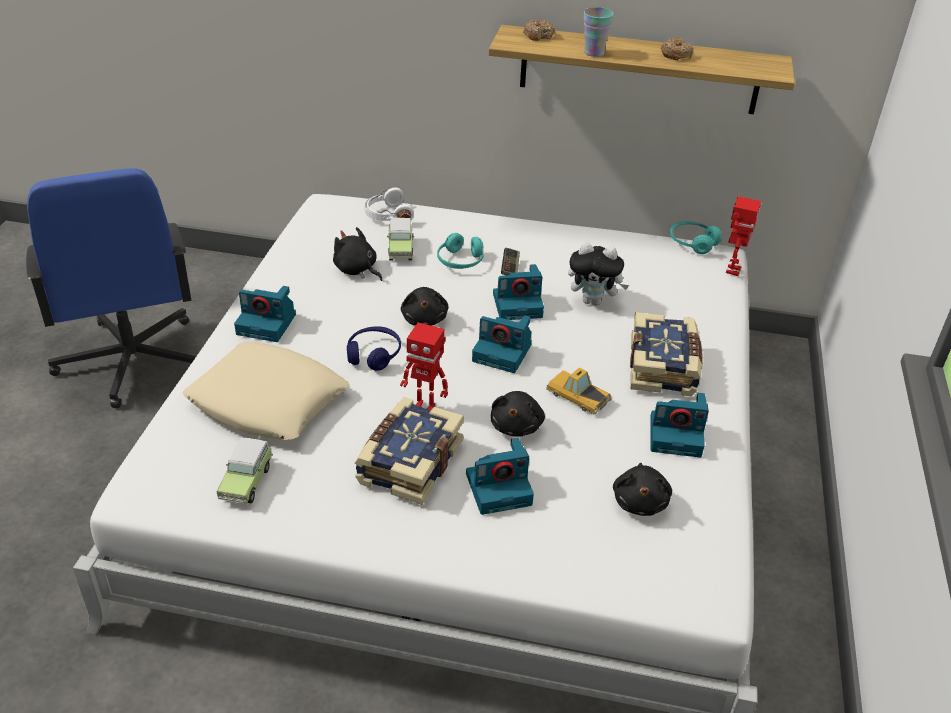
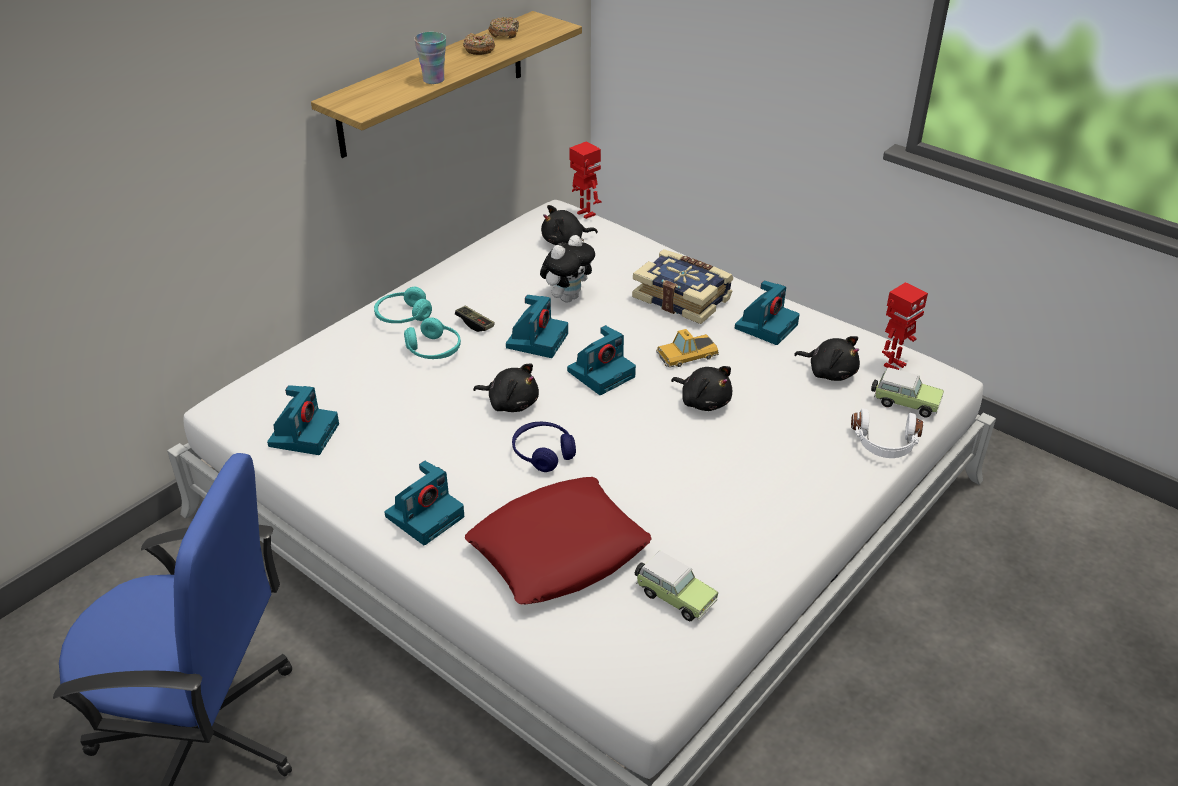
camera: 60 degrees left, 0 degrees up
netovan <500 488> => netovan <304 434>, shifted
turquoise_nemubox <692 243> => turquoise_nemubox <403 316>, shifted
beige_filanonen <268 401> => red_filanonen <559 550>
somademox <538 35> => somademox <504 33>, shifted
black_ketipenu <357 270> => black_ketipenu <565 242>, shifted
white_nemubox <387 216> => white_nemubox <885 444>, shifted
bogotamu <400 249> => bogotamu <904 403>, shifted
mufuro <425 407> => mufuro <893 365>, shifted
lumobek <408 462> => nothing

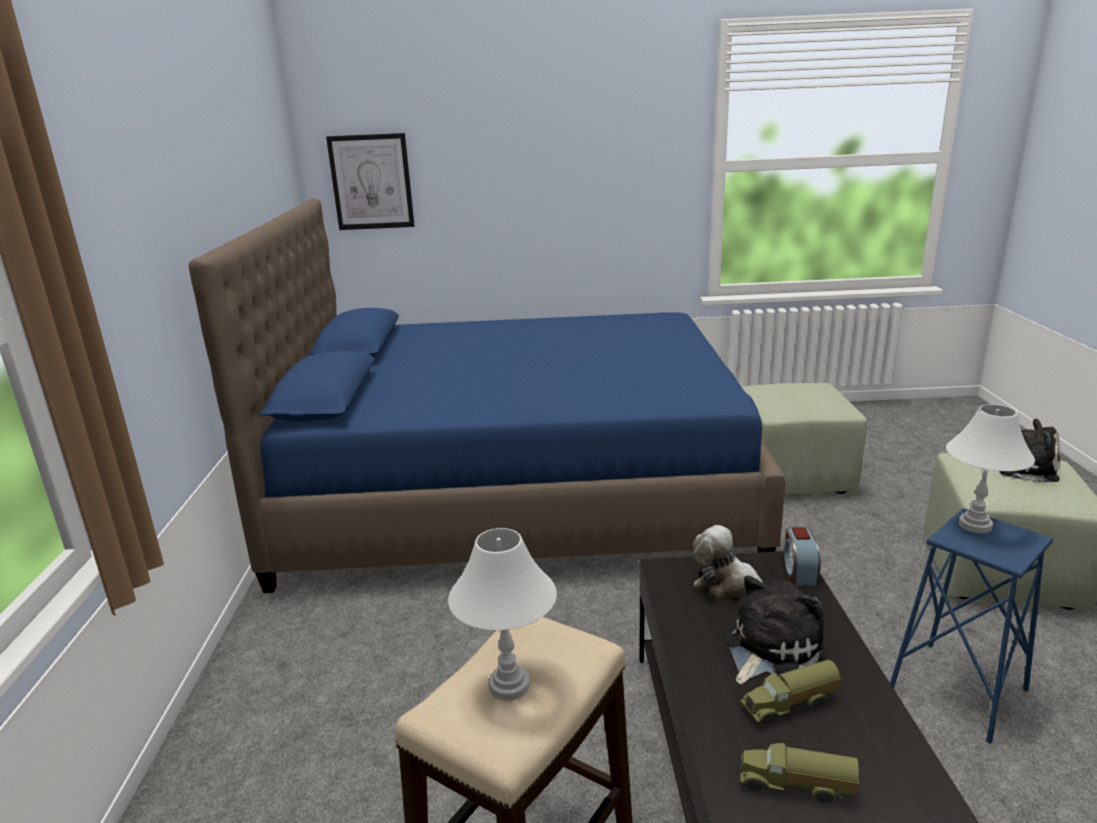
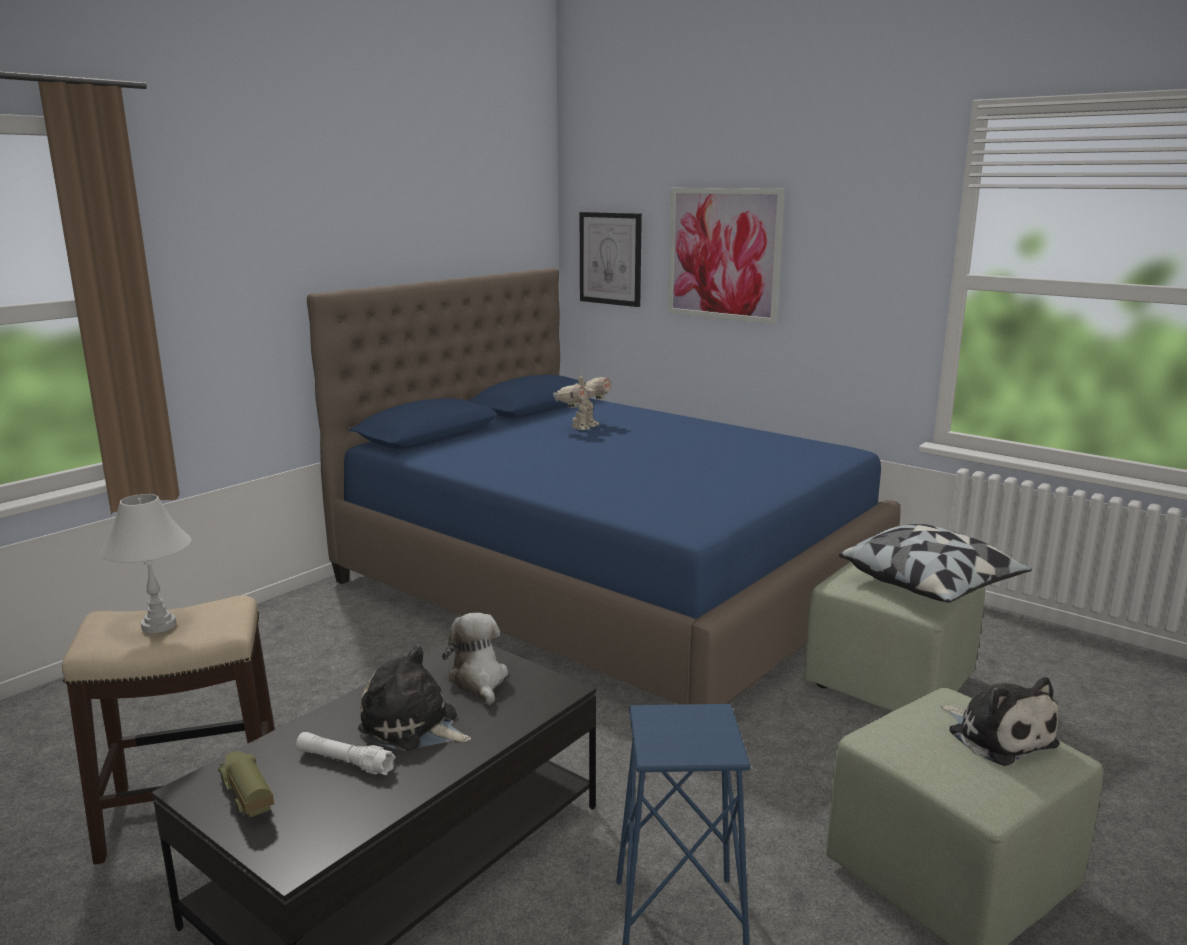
camera: 40 degrees right, 5 degrees down
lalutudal <790 706> => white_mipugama <345 762>
ketipenu <769 648> => ketipenu <413 727>, 150 degrees counterclockwise
nothing => mufuro <583 427>
nothing => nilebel <723 254>
nothing => filanonen <931 585>
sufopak <799 572> => nothing
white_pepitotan <974 525> => nothing

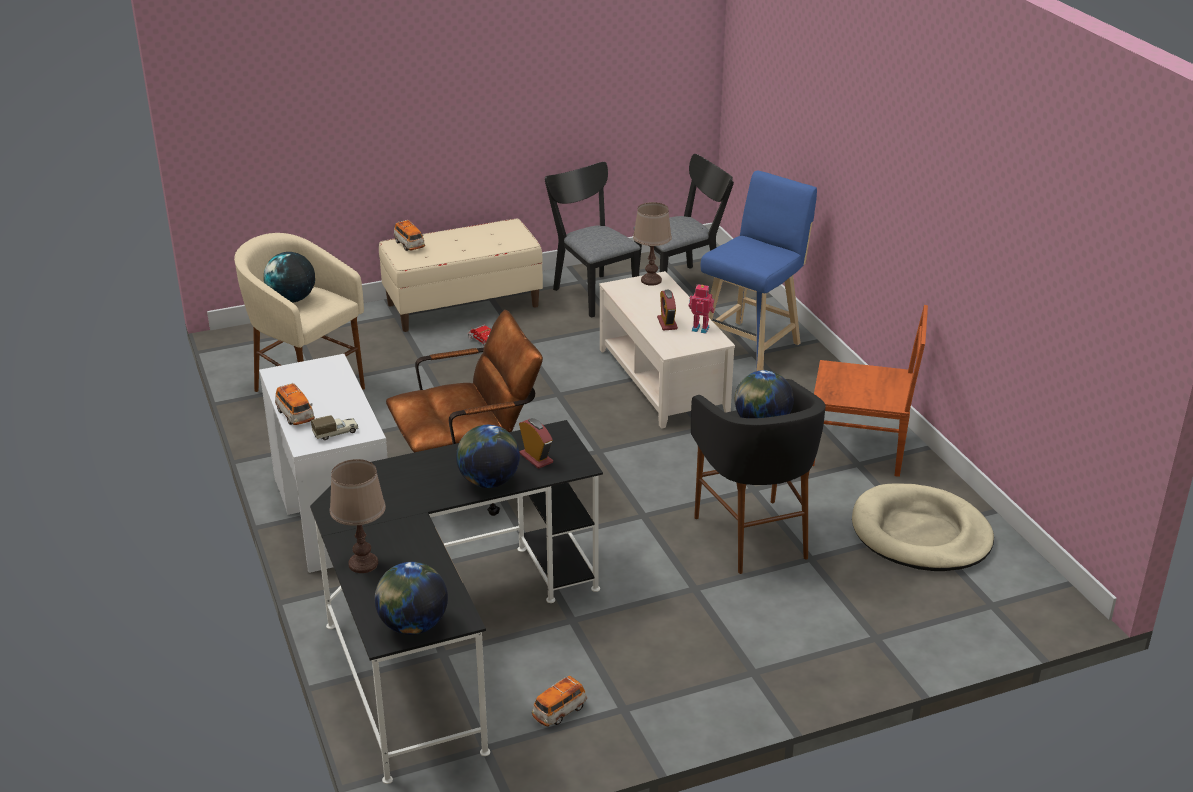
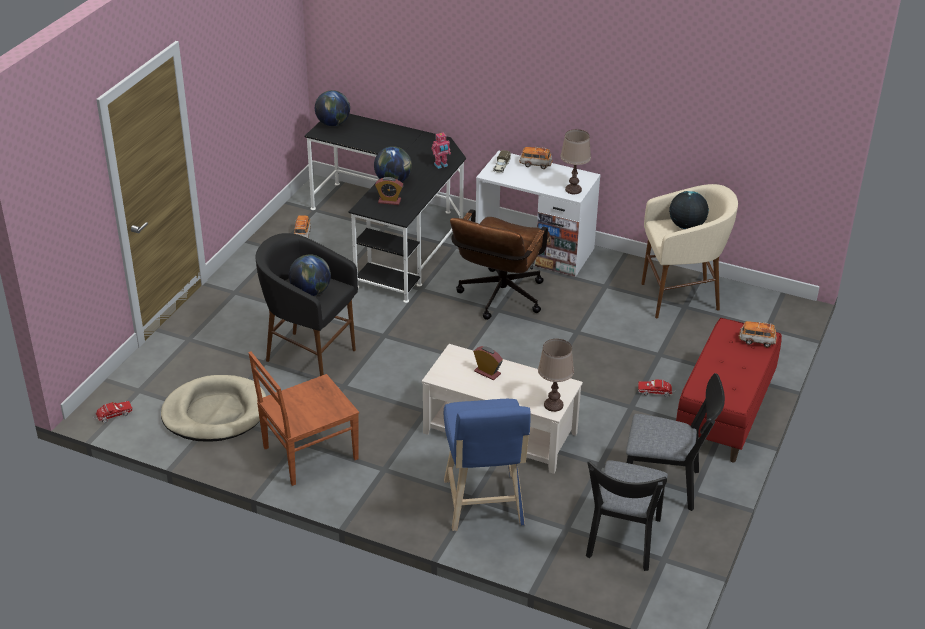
camera: 135 degrees right, 5 degrees up
nothing => lalutudal <113 416>
mufuro <700 328> => mufuro <441 165>, shifted
brown_pepitotan <363 564> => brown_pepitotan <573 190>, shifted
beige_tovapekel <463 305> => red_tovapekel <725 414>

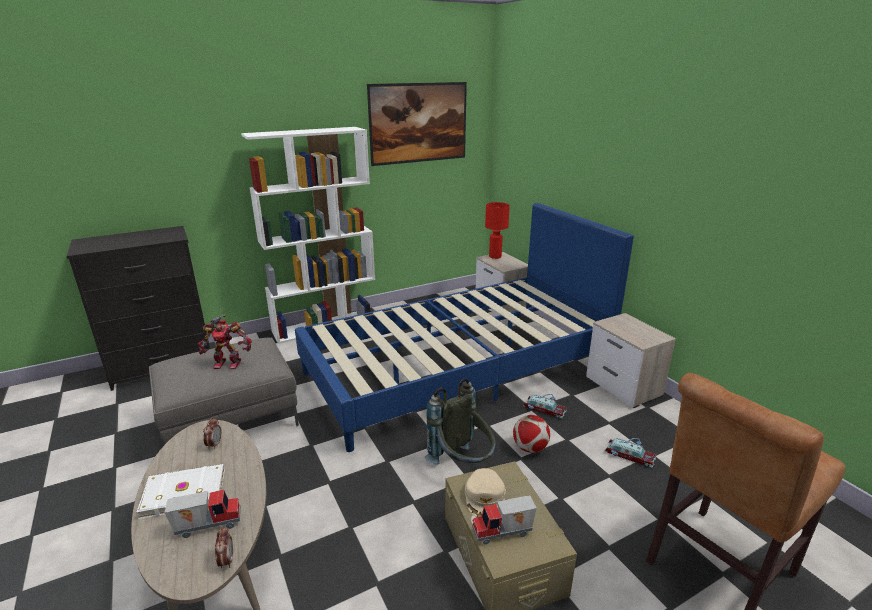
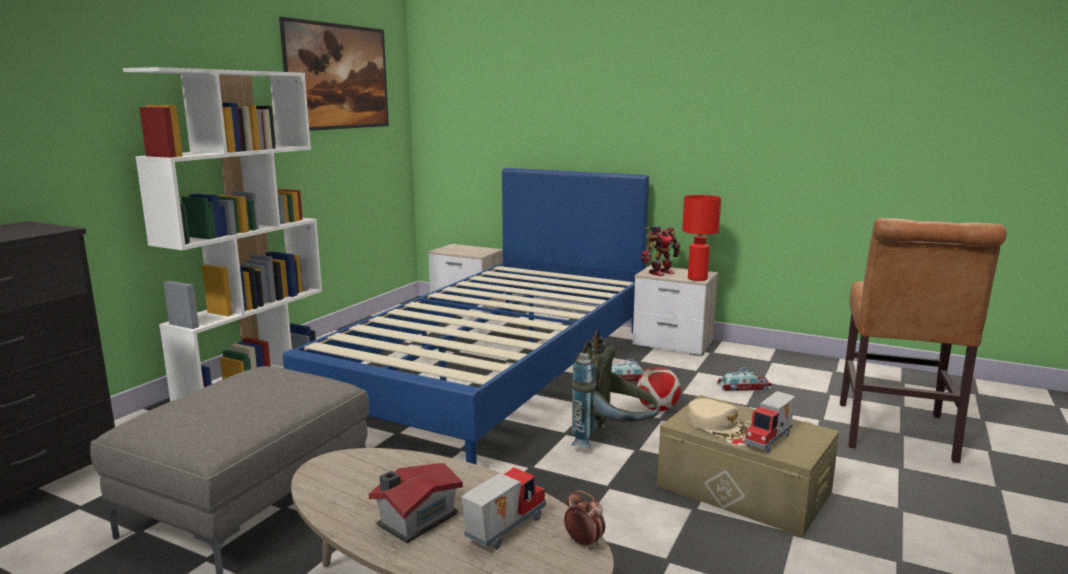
camera: 35 degrees left, 10 degrees down
white_lumobek <184 492> => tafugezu <414 520>
mufuro <228 363> => mufuro <660 272>, shifted
red_pepitotan <495 256> => red_pepitotan <698 279>, shifted
sufopak <214 444> => nothing

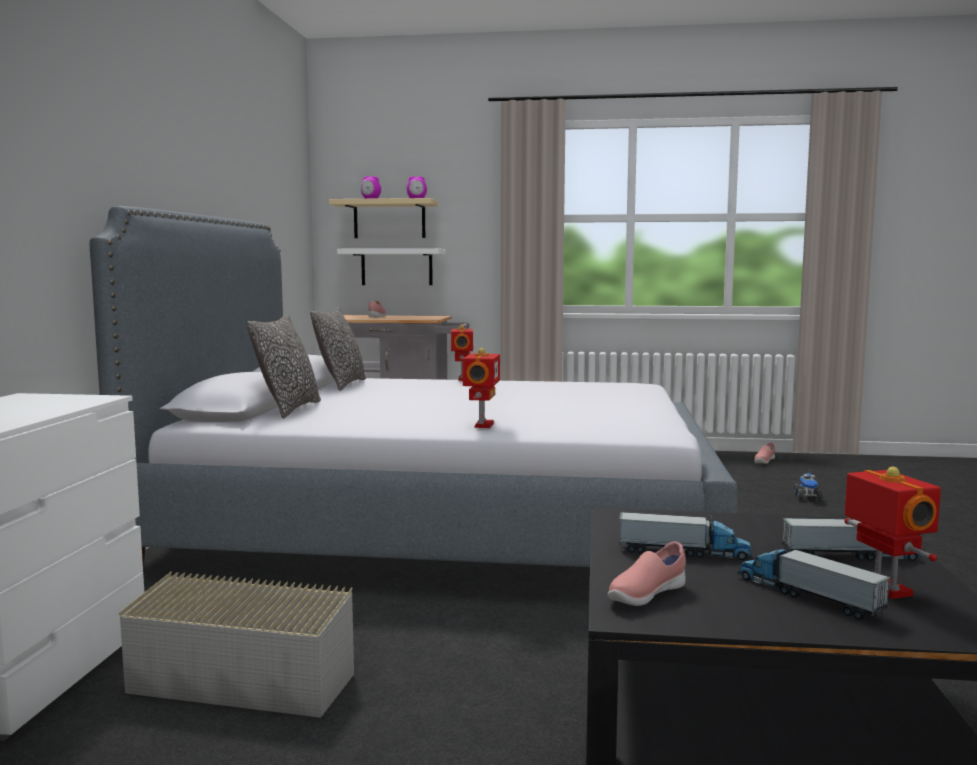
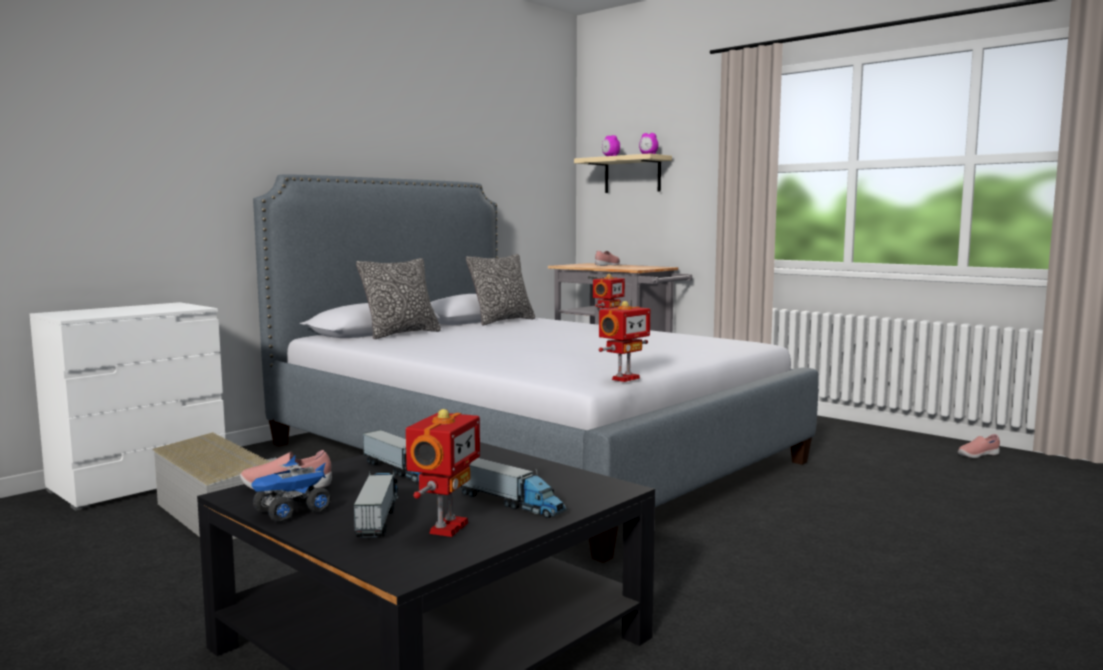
camera: 35 degrees right, 0 degrees up
lalutudal <808 498> => lalutudal <291 512>, shifted
mufuro <482 425> => mufuro <624 378>, shifted
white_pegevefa <396 267> => nothing

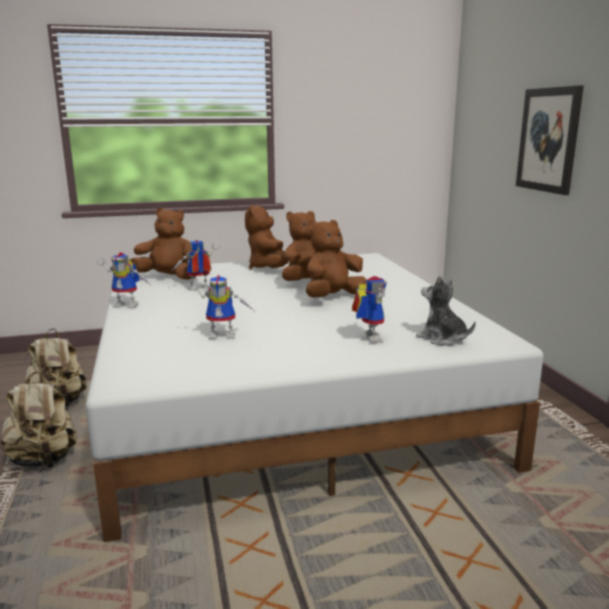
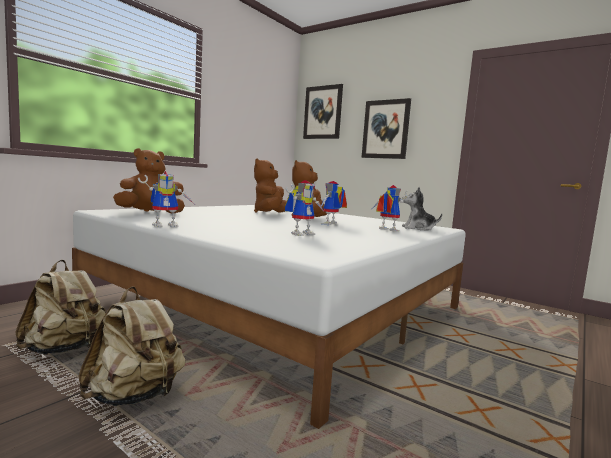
camera: 40 degrees left, 10 degrees down
nothing => nilebel <323 112>
mufuro <197 289> => mufuro <331 224>, shifted
brown_ketipenu <268 268> => nothing

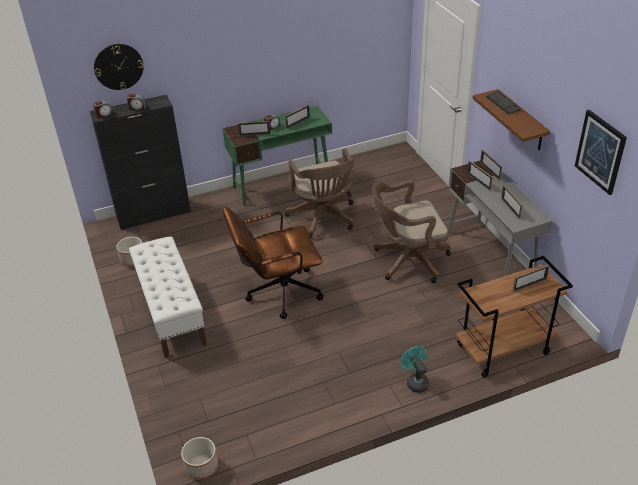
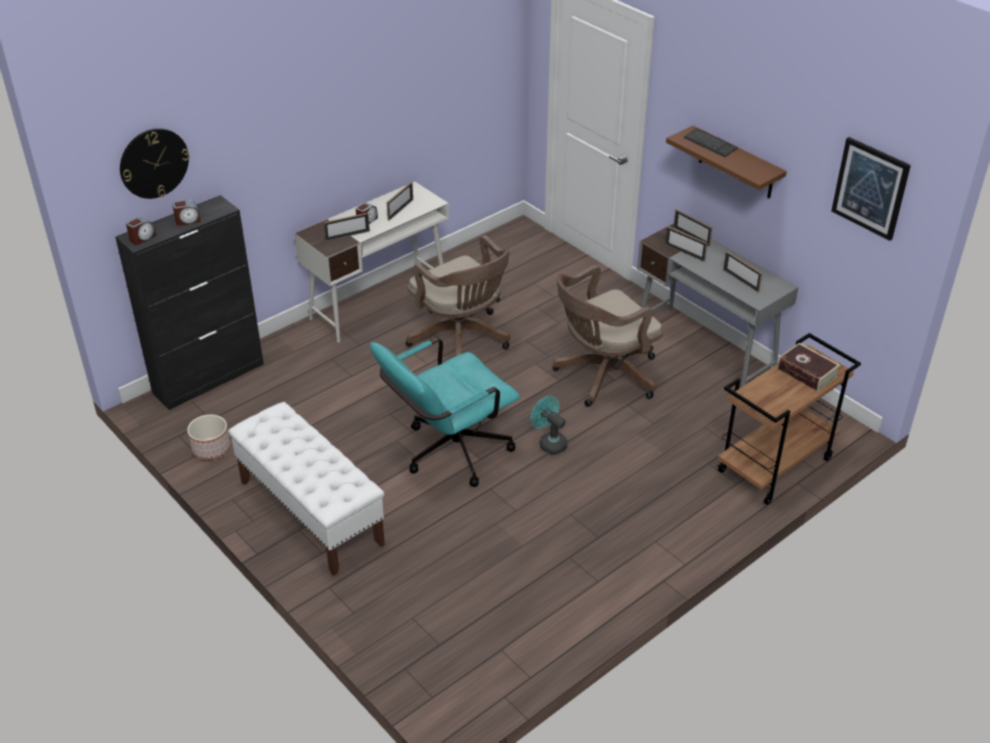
camera: 20 degrees left, 0 degrees up
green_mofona <282 184> => white_mofona <379 303>
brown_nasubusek <277 293> => turquoise_nasubusek <448 454>
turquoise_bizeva <415 381> => turquoise_bizeva <549 442>, shifted
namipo <529 285> => lumobek <806 373>
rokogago <201 466> => nothing

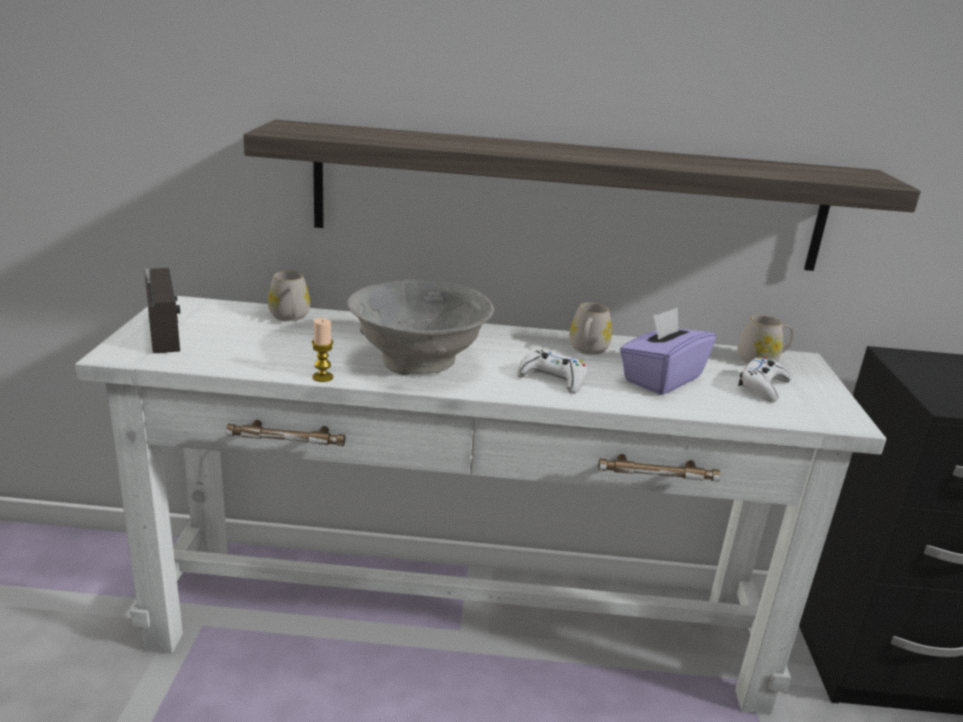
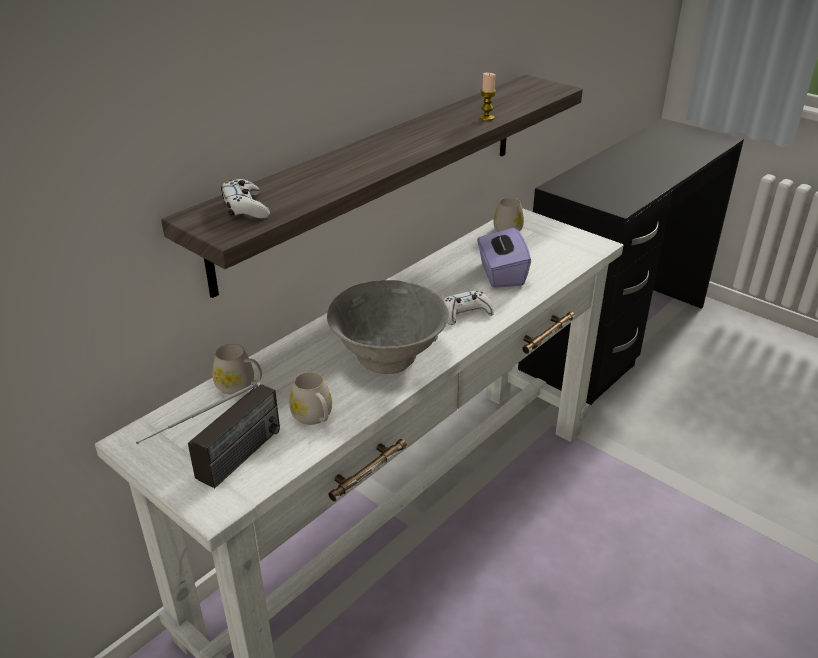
camera: 50 degrees left, 10 degrees up
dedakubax <168 343> => dedakubax <223 470>, 105 degrees clockwise
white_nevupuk <762 387> => white_nevupuk <245 207>, shifted
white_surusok <587 350> => white_surusok <314 417>, shifted
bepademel <322 377> => bepademel <486 118>, shifted

